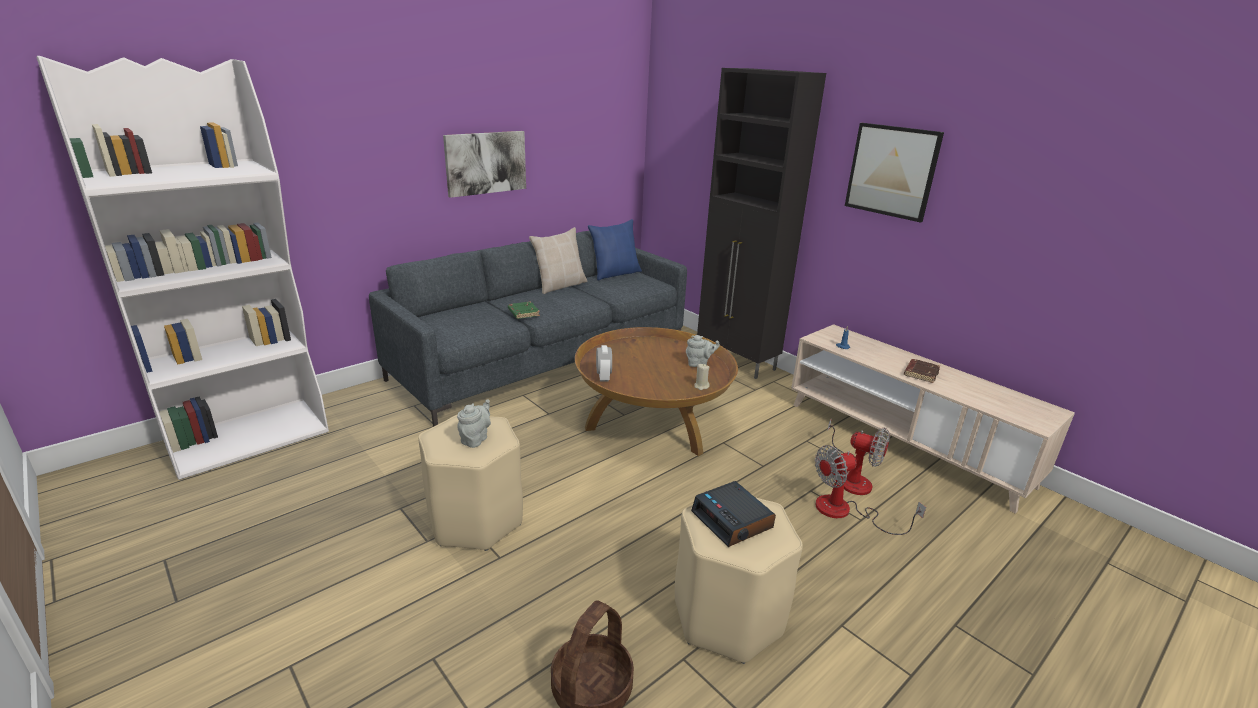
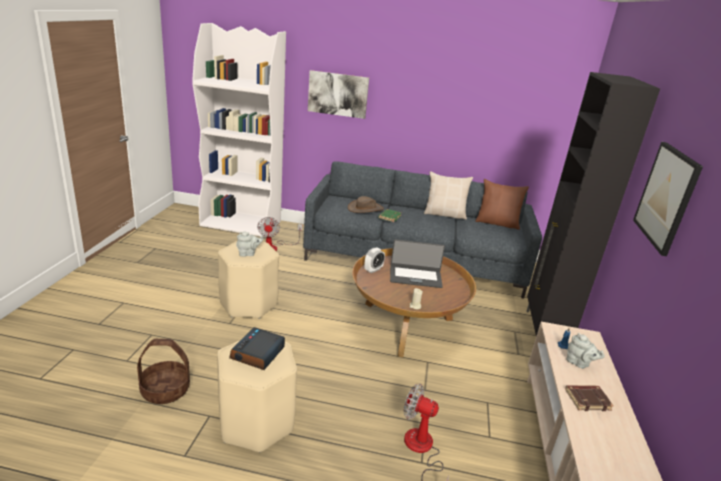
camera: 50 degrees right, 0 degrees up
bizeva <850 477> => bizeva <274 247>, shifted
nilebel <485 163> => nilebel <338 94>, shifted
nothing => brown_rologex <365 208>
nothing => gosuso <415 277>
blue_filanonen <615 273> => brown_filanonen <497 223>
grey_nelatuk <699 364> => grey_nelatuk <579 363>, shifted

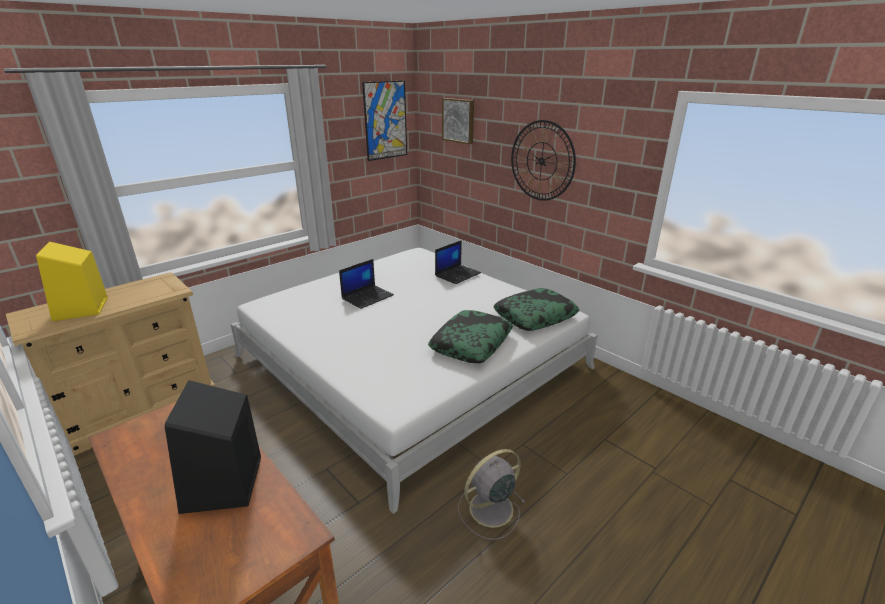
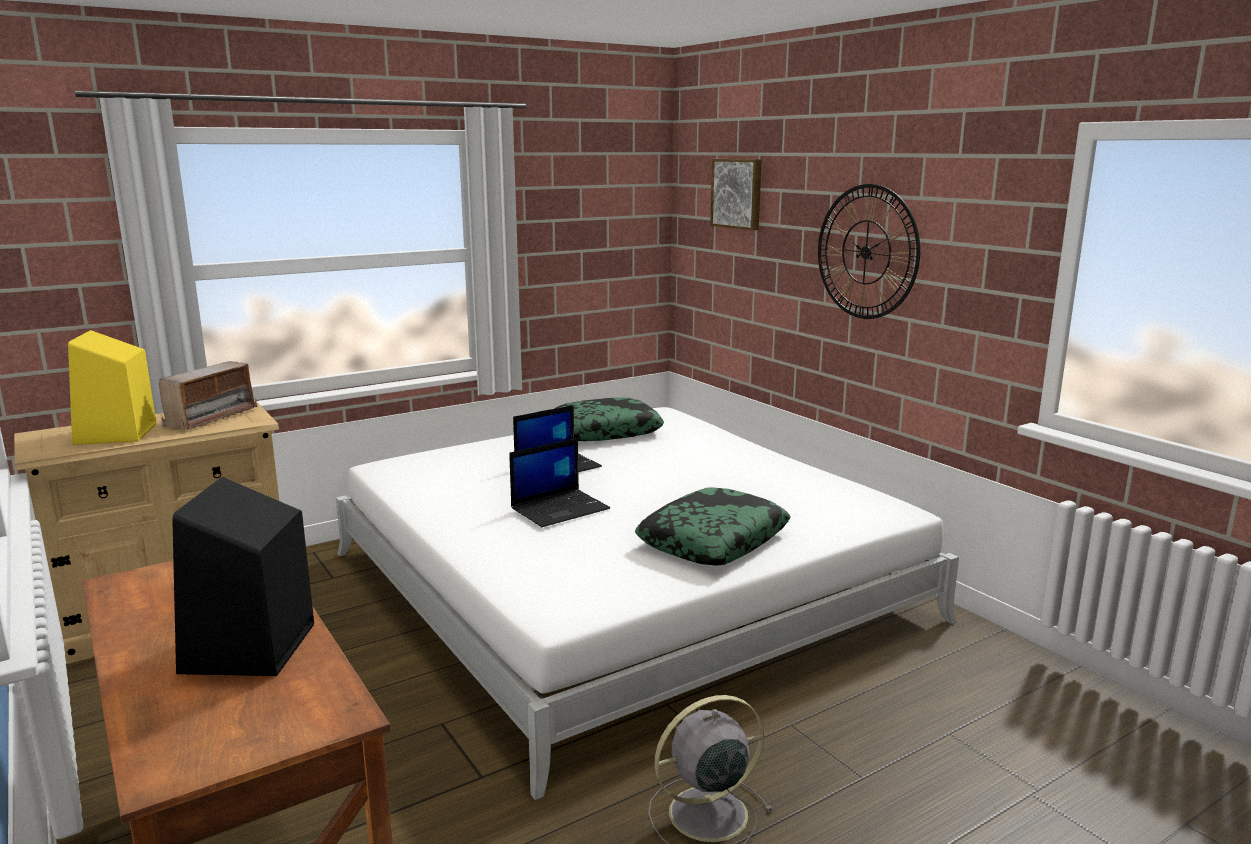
camera: 10 degrees right, 10 degrees down
nothing => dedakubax <211 417>
gosuso <458 274> => gosuso <560 508>, shifted
filanonen <535 316> => filanonen <605 431>, shifted
nilebel <385 120> => nothing

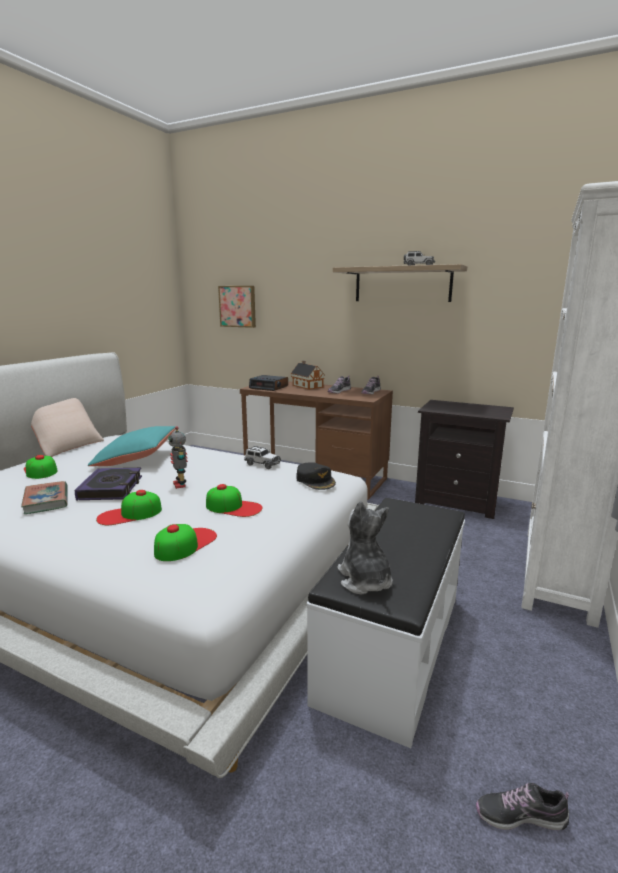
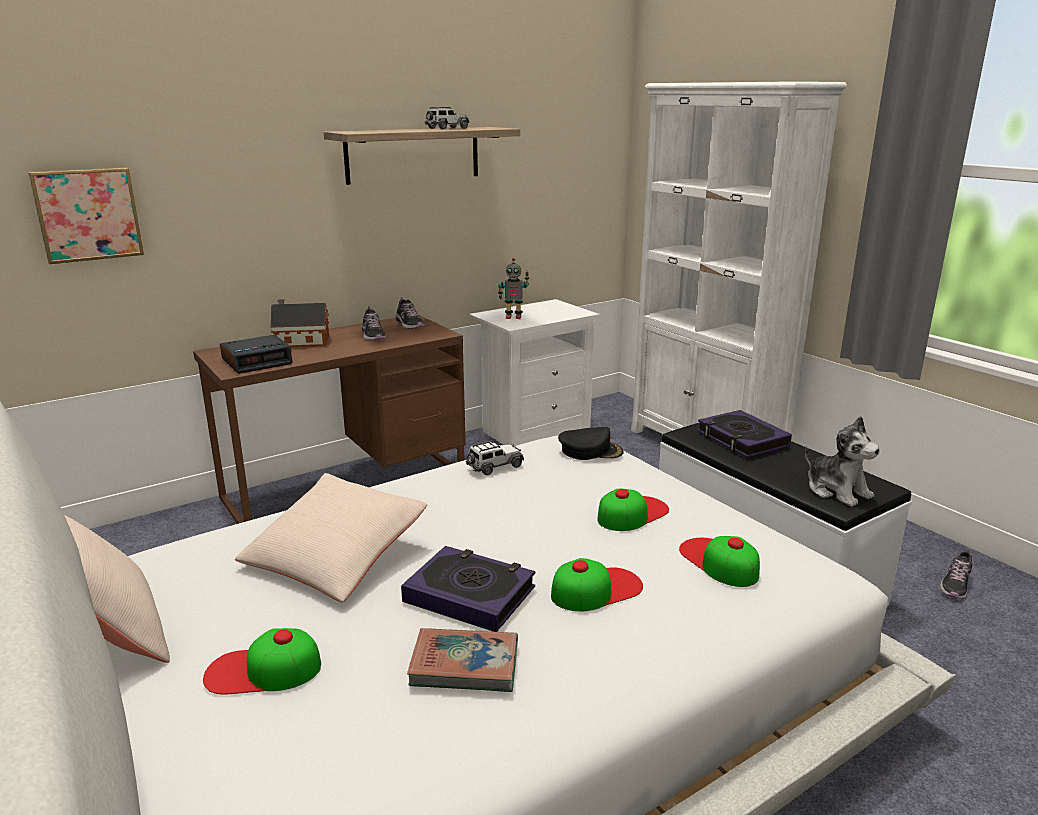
camera: 60 degrees left, 5 degrees up
turquoise_filanonen <136 458> => beige_filanonen <335 556>
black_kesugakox <458 501> => white_kesugakox <533 432>
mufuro <180 484> => mufuro <513 317>, shifted
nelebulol <129 514> => nelebulol <596 589>, 120 degrees counterclockwise
nothing => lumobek <742 439>
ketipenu <364 580> => ketipenu <837 491>, 135 degrees counterclockwise

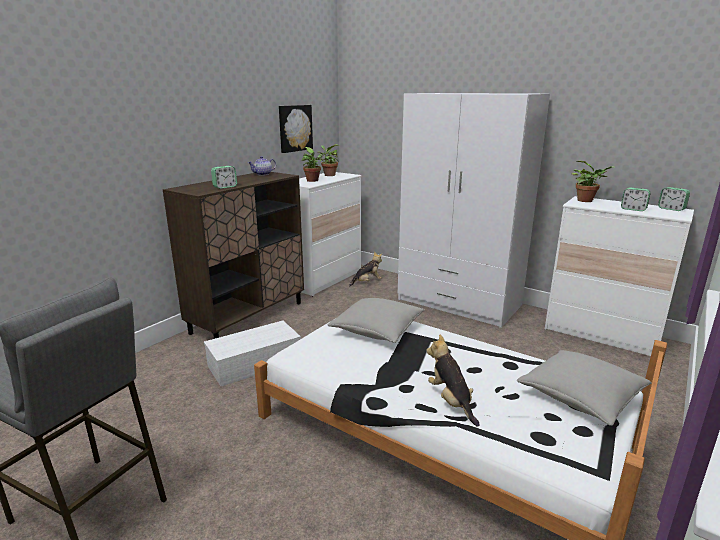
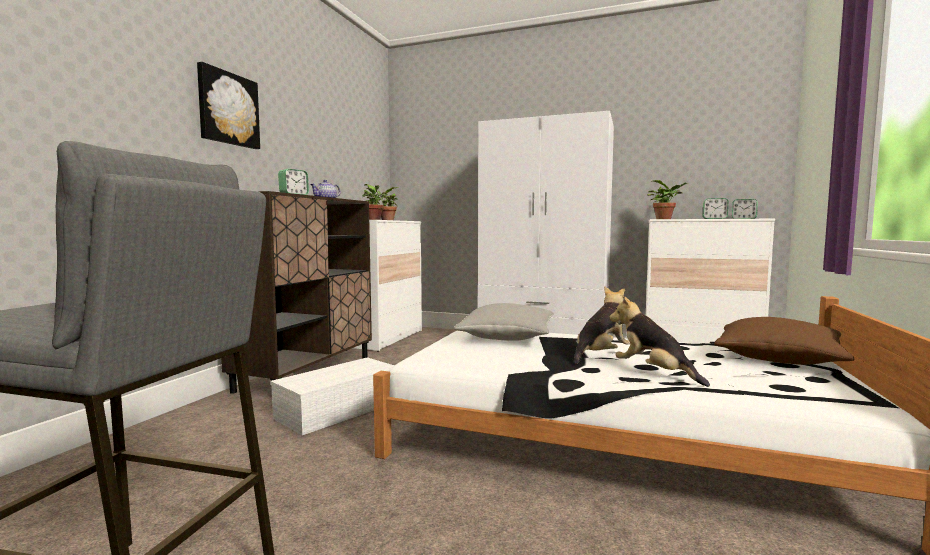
camera: 15 degrees left, 15 degrees down
nilebel <294 128> => nilebel <227 109>, shifted
ketipenu <367 282> => ketipenu <600 355>, shifted
grey_filanonen <580 397> => brown_filanonen <778 359>

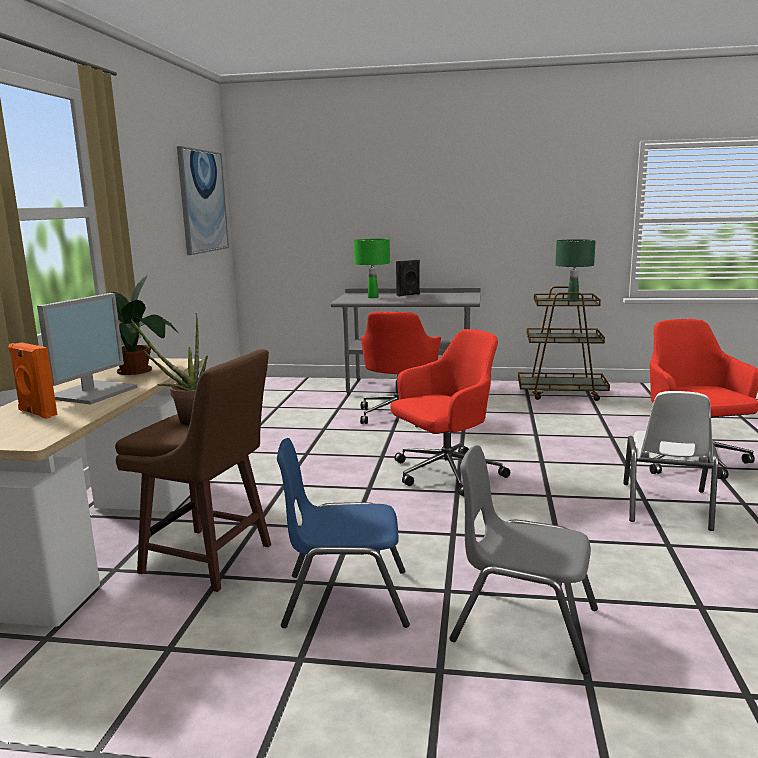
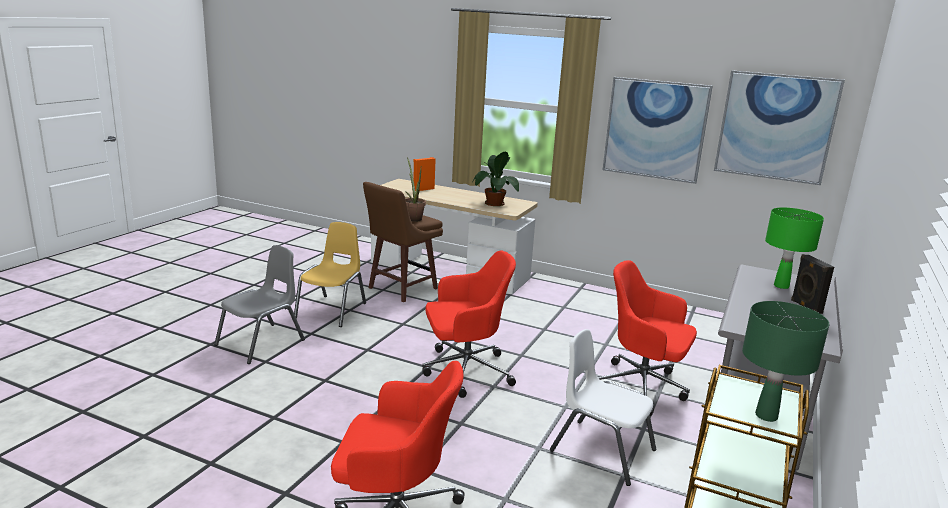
camera: 105 degrees right, 5 degrees up
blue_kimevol <346 598> => yellow_kimevol <332 311>
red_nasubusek <445 474> => red_nasubusek <464 371>, 90 degrees counterclockwise
white_kimevol <666 506> => white_kimevol <602 450>, shifted
nothing => nilebel <655 129>
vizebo <93 392> => nothing

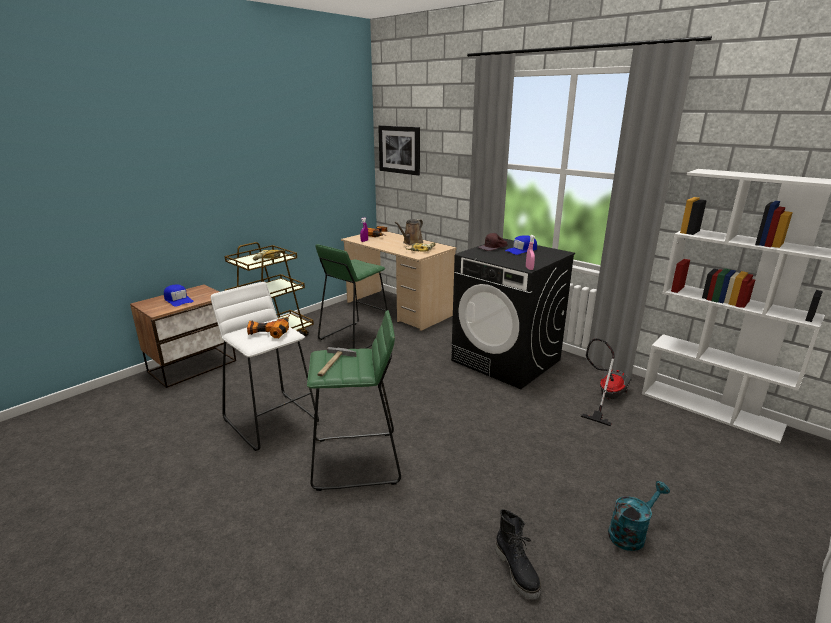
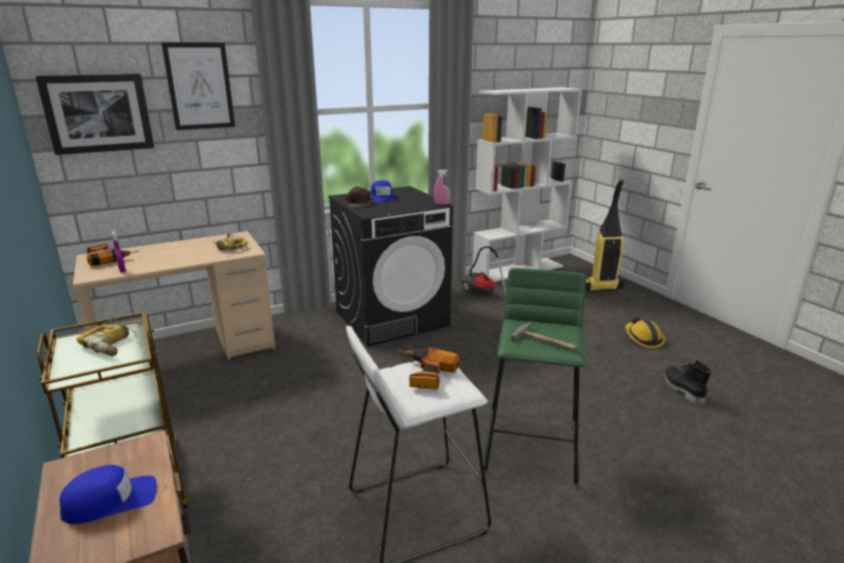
camera: 70 degrees left, 0 degrees up
nothing => nilebel <199 86>
nothing => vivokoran <599 288>
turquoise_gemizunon <631 533> => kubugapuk <643 338>
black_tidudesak <518 571> => black_tidudesak <682 390>, 105 degrees counterclockwise
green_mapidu <354 338> => nothing
brown_gemizunon <411 243> => nothing

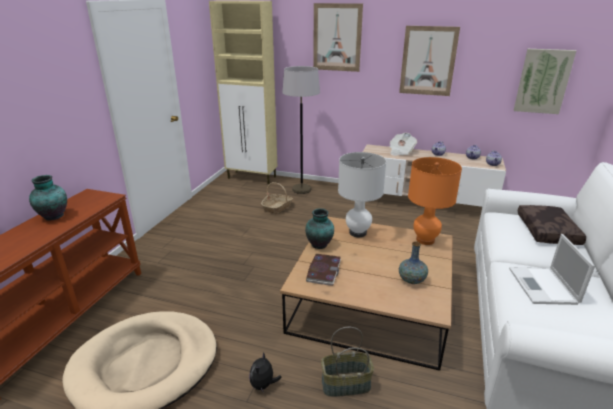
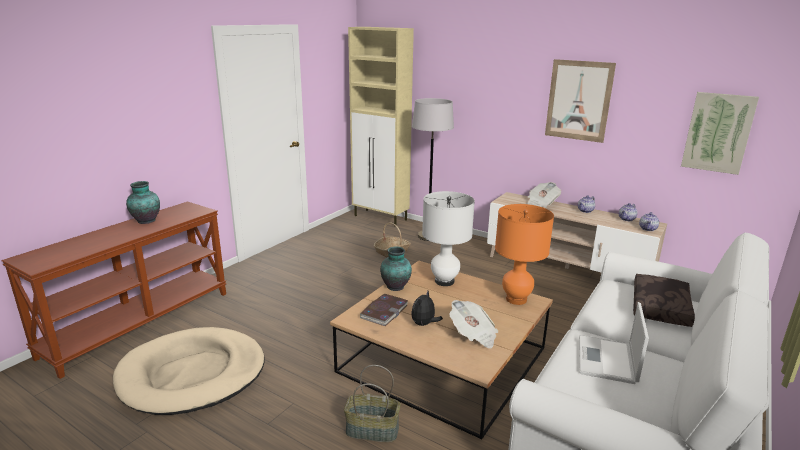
camera: 15 degrees right, 5 degrees down
ketipenu <263 385> => ketipenu <424 324>, shifted
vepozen <412 280> => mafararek <473 335>
nilebel <337 37> => nothing

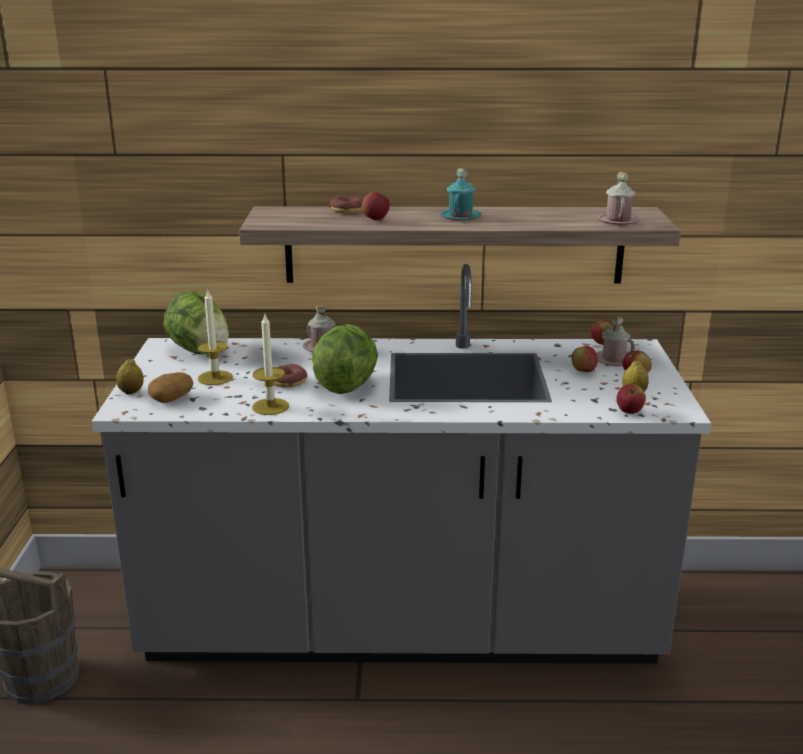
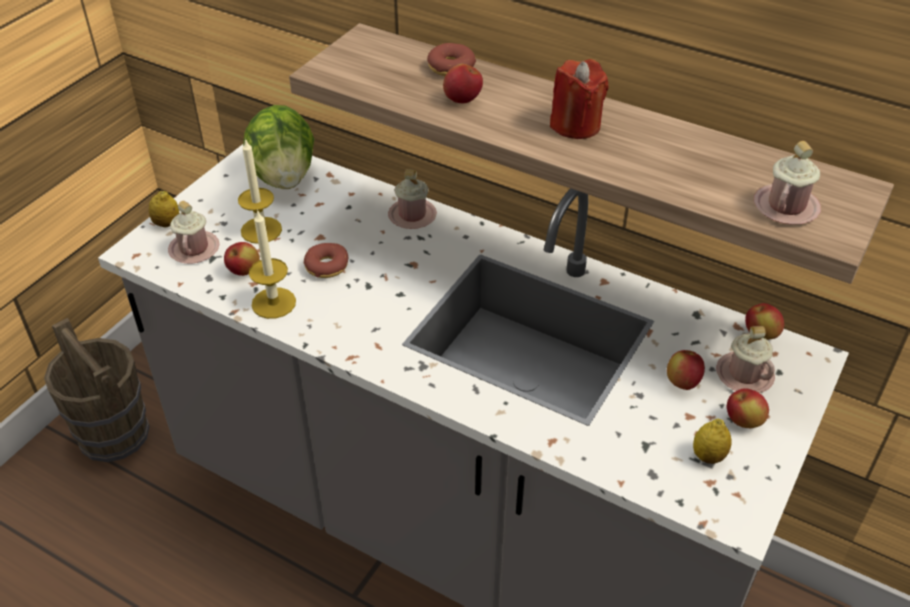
camera: 30 degrees right, 20 degrees up
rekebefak <171 398> => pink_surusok <194 249>
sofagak <629 412> => sofagak <244 271>, shifted
turquoise_surusok <460 216> => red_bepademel <575 125>
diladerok <346 386> => nothing

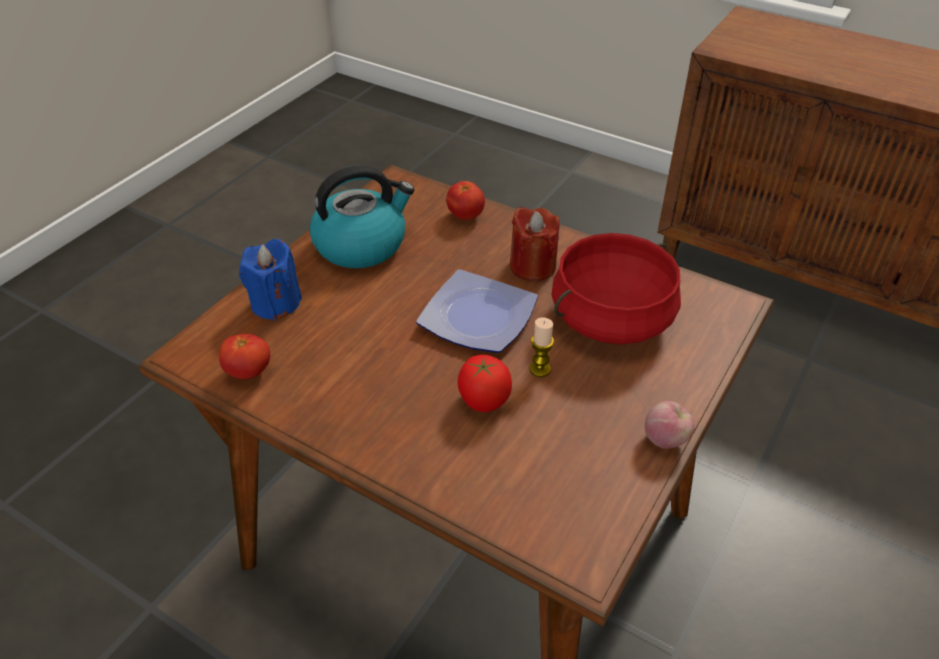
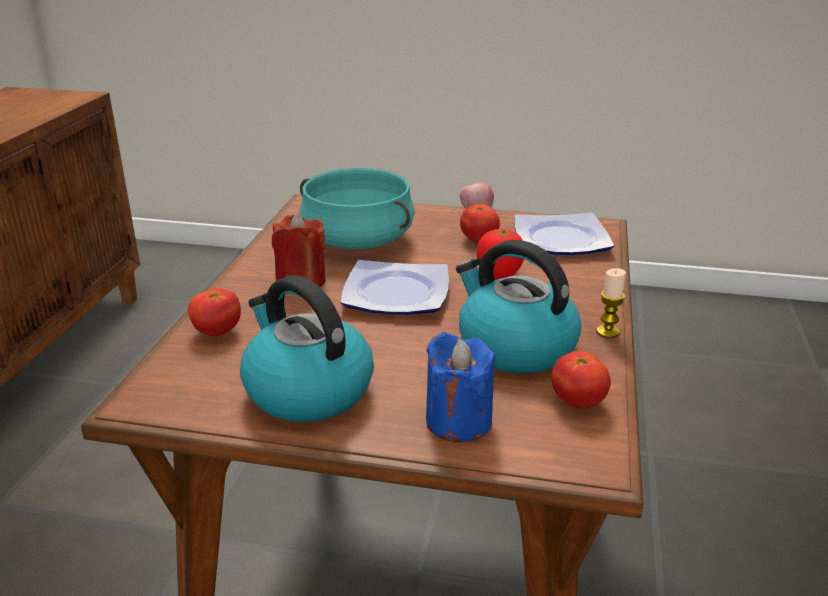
camera: 110 degrees left, 15 degrees down
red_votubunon <611 317> => turquoise_votubunon <357 240>
nothing => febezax <514 347>
nothing => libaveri <479 240>
nothing => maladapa <559 241>
bepademel <540 369> => bepademel <607 332>, shifted

